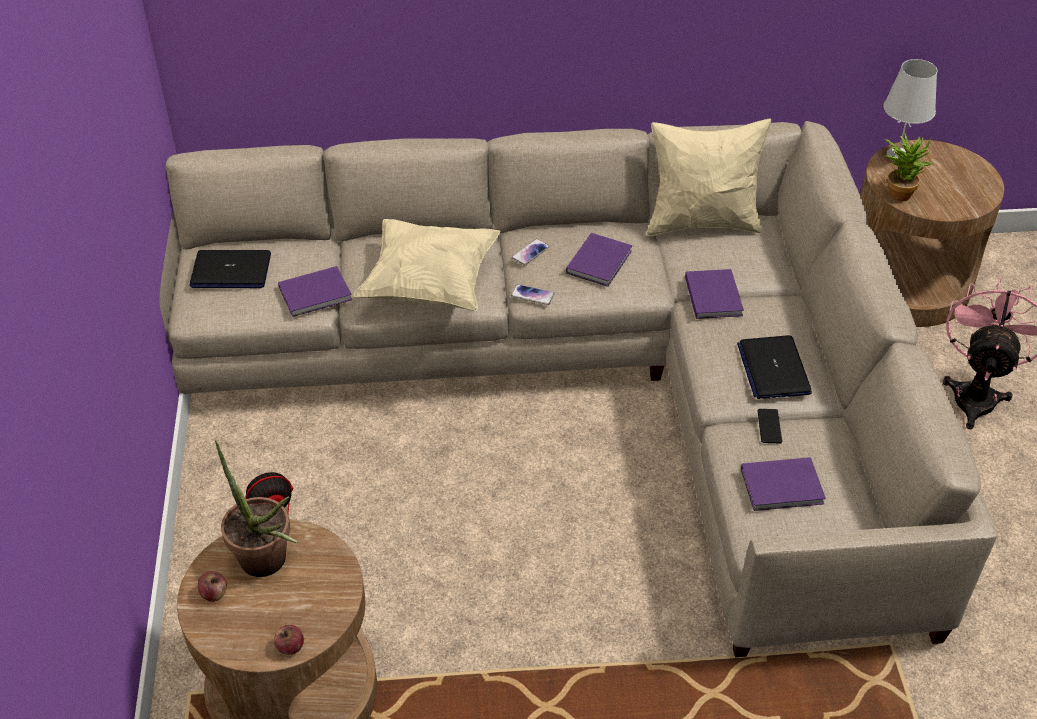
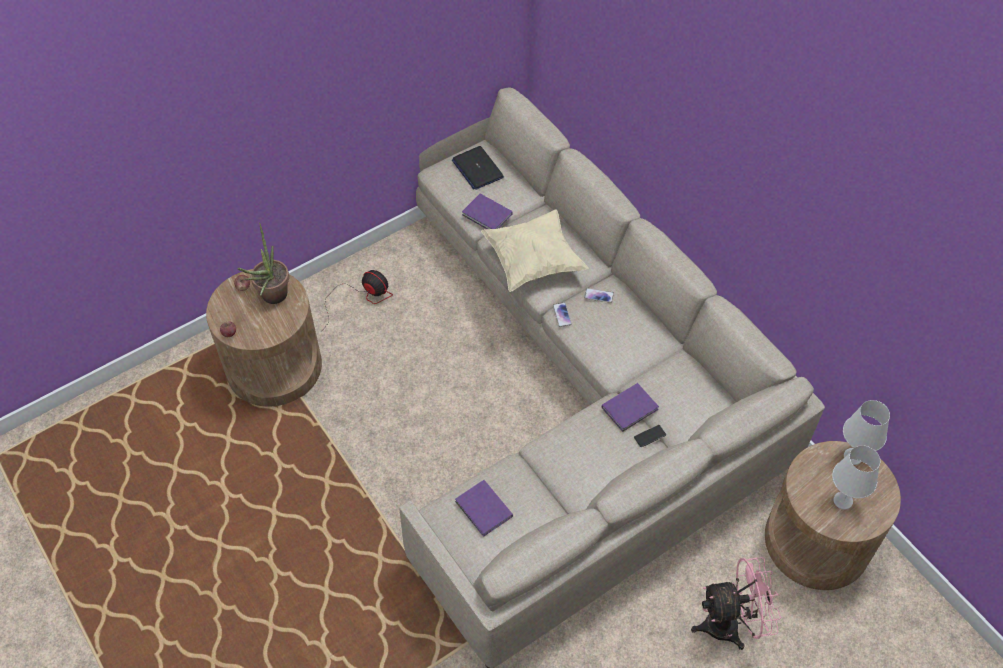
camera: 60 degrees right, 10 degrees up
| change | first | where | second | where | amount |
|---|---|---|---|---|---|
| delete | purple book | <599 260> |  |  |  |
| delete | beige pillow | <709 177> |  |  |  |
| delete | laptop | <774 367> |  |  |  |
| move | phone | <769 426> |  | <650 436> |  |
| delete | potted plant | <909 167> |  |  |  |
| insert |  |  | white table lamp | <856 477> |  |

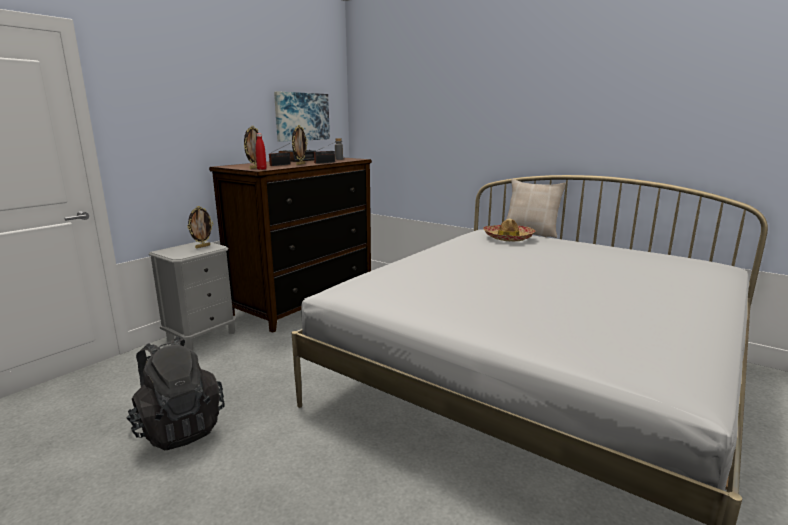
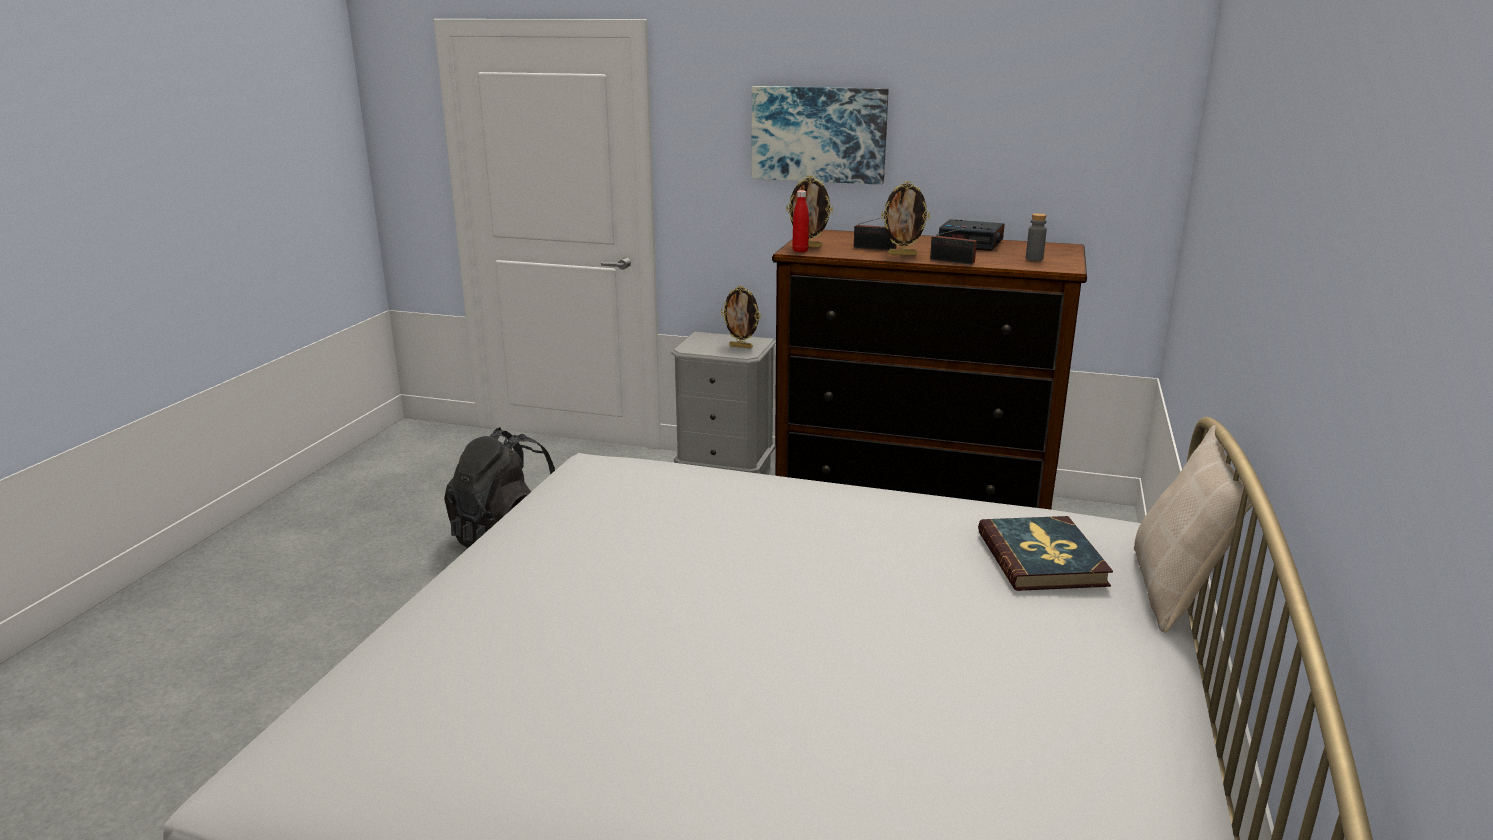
camera: 70 degrees right, 5 degrees up
| change | first | where | second | where | amount |
|---|---|---|---|---|---|
| move | picture | <302 116> |  | <820 135> |  |
| replace | hat | <509 229> | book | <1045 553> |  |

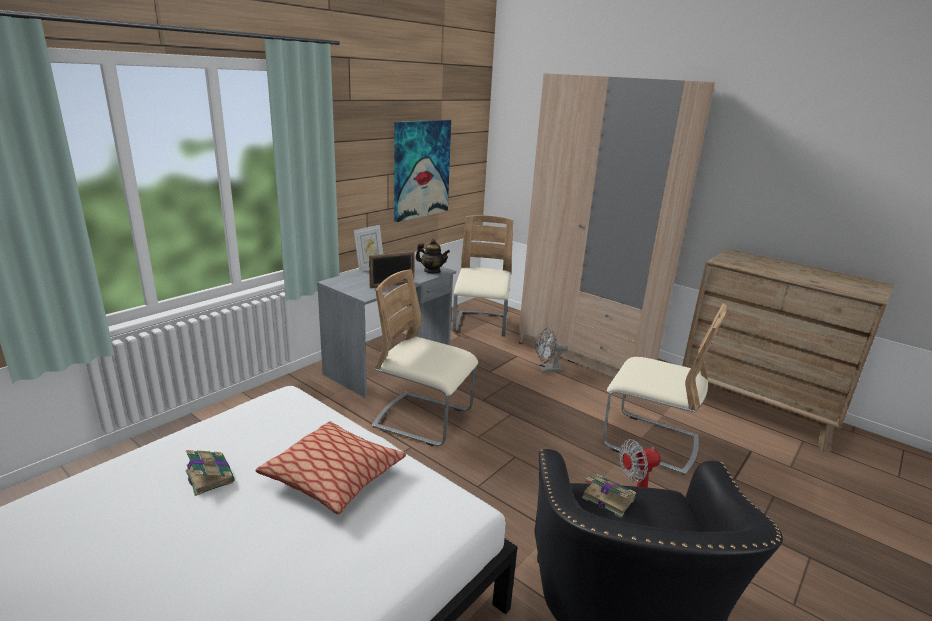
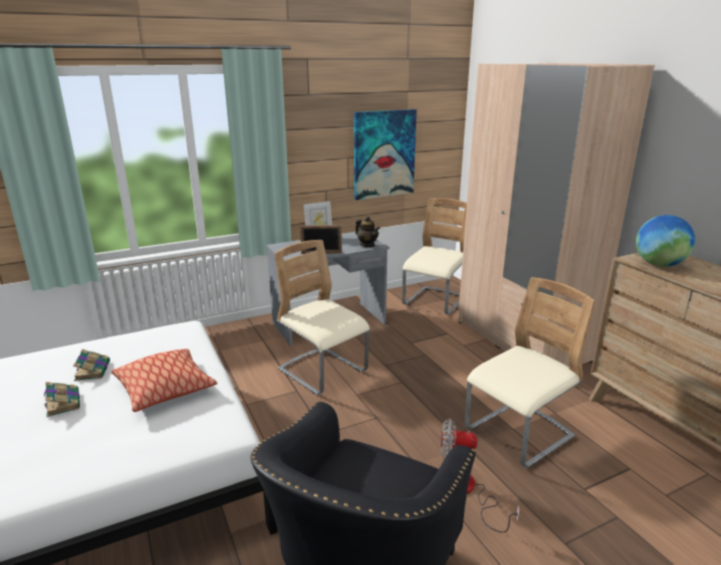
camera: 25 degrees right, 0 degrees up
| change | first | where | second | where | amount |
|---|---|---|---|---|---|
| delete | grey fan | <552 349> |  |  |  |
| move | book | <609 496> |  | <62 399> |  |
| rotate | beige chair | <665 389> |  | <530 372> | 90 degrees counterclockwise |
| insert |  |  | globe | <665 241> |  |

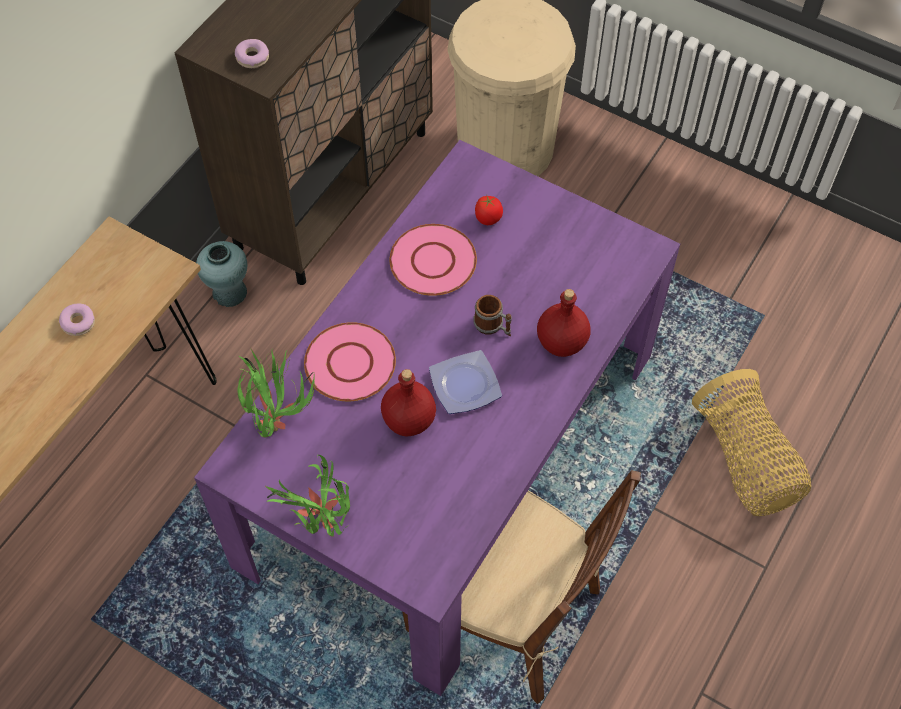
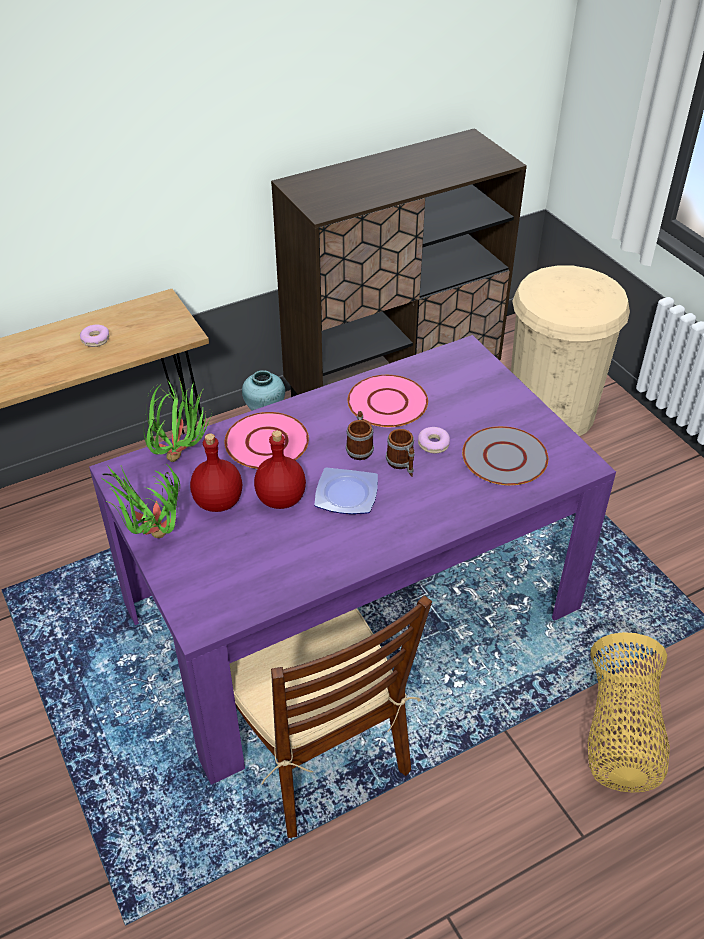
camera: 30 degrees right, 15 degrees down
| change | first | where | second | where | amount |
|---|---|---|---|---|---|
| move | donut | <252 53> |  | <434 440> |  |
| delete | tomato | <489 210> |  |  |  |
| move | red bottle | <564 323> |  | <216 472> |  |
| insert |  |  | mug | <360 435> |  |
| insert |  |  | grey plate | <505 455> |  |

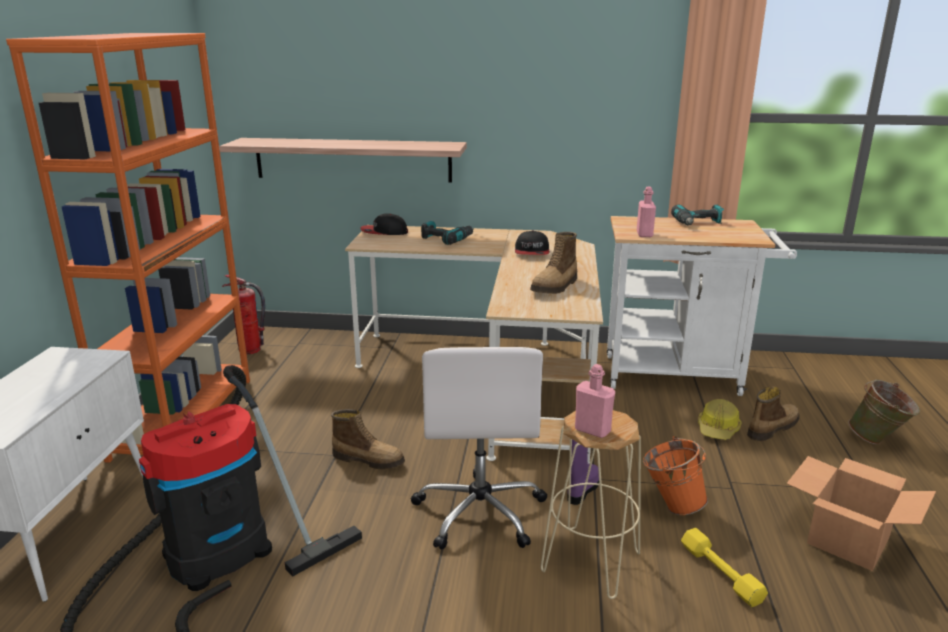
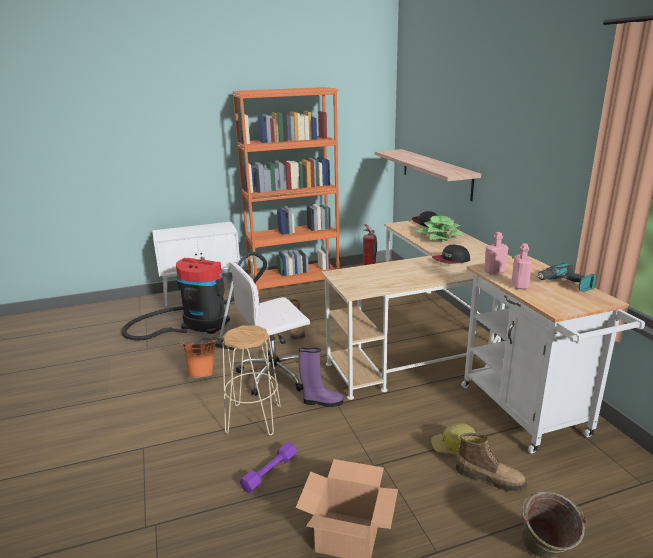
camera: 65 degrees right, 0 degrees up
| change | first | where | second | where | amount |
|---|---|---|---|---|---|
| replace | power drill | <447 233> | potted plant | <439 229> |  |
| delete | boot | <553 263> |  |  |  |
| move | pink bottle | <595 401> |  | <522 266> |  |
| move | orange bucket | <675 475> |  | <198 359> |  |
| recolor | yellow dumbbell | <724 567> | purple dumbbell | <268 467> |  |

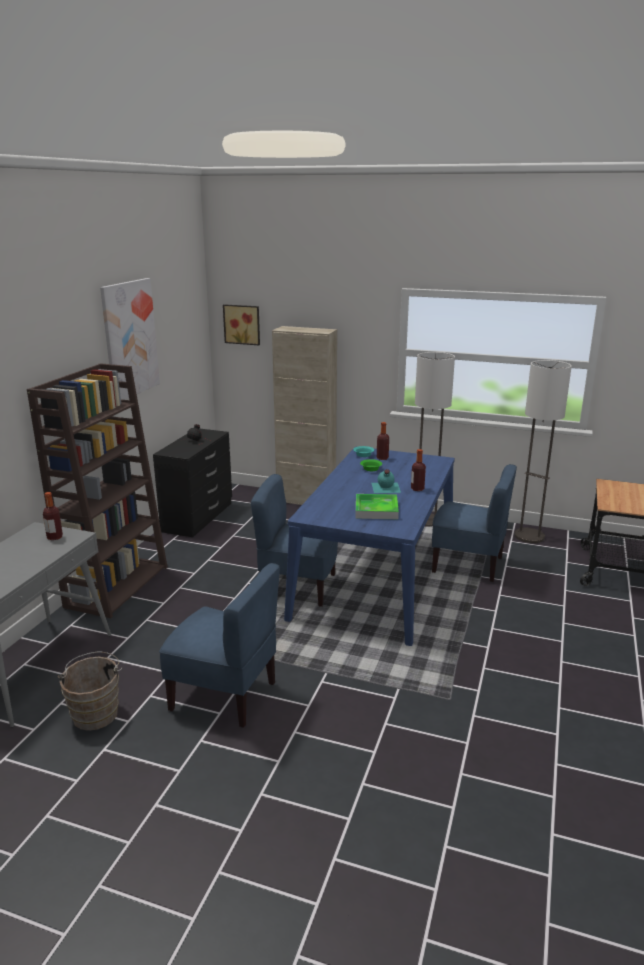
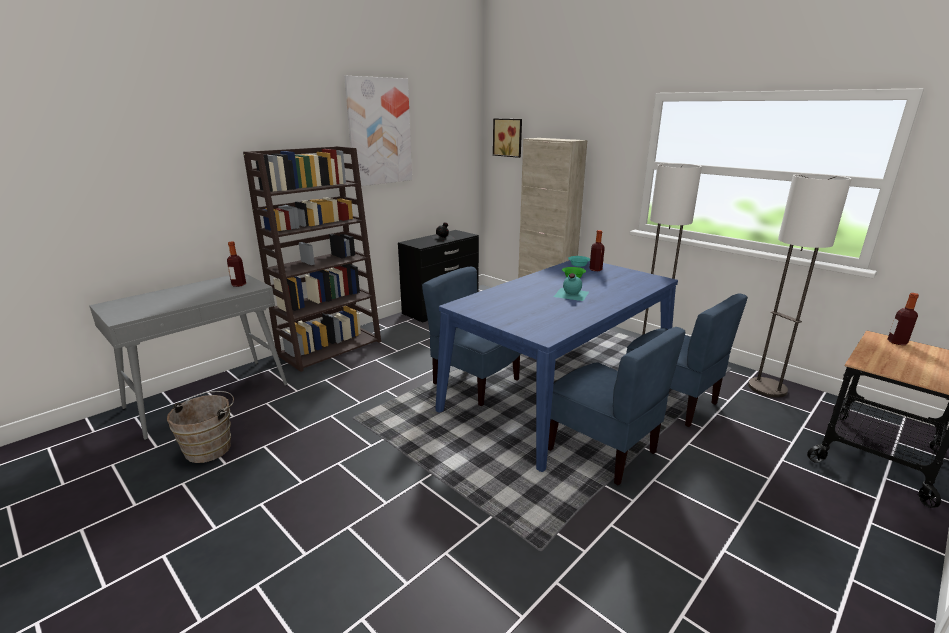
camera: 25 degrees right, 0 degrees up
| change | first | where | second | where | amount |
|---|---|---|---|---|---|
| move | blue chair | <219 645> |  | <617 406> |  |
| delete | tray | <377 506> |  |  |  |
| move | bottle | <418 470> |  | <903 319> |  |

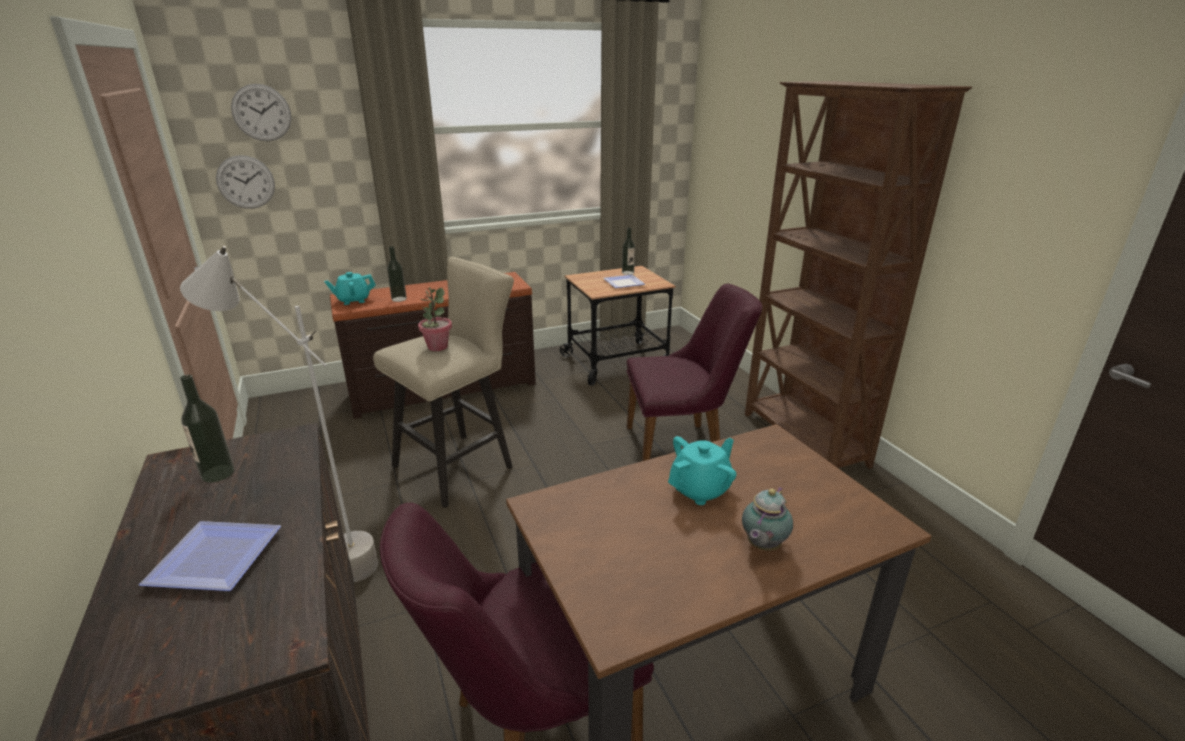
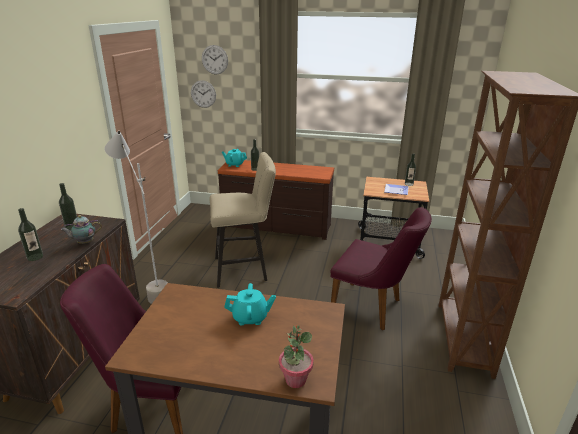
camera: 35 degrees right, 0 degrees up
| change | first | where | second | where | amount |
|---|---|---|---|---|---|
| replace | plate | <210 556> | bottle | <30 234> |  |
| move | potted plant | <435 319> |  | <296 356> |  |
| move | teapot | <767 519> |  | <81 229> |  |

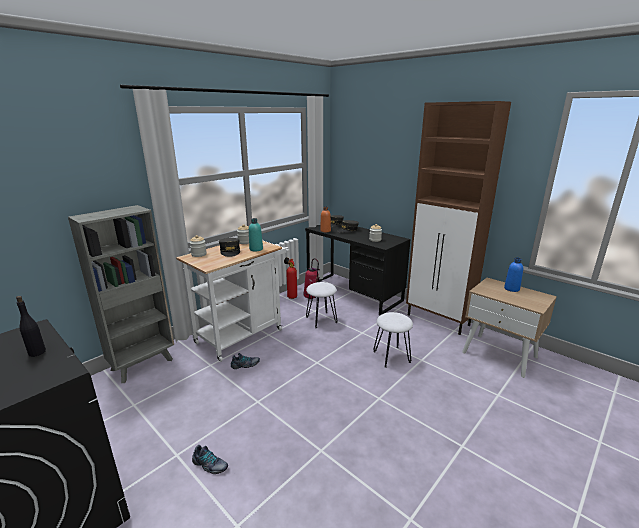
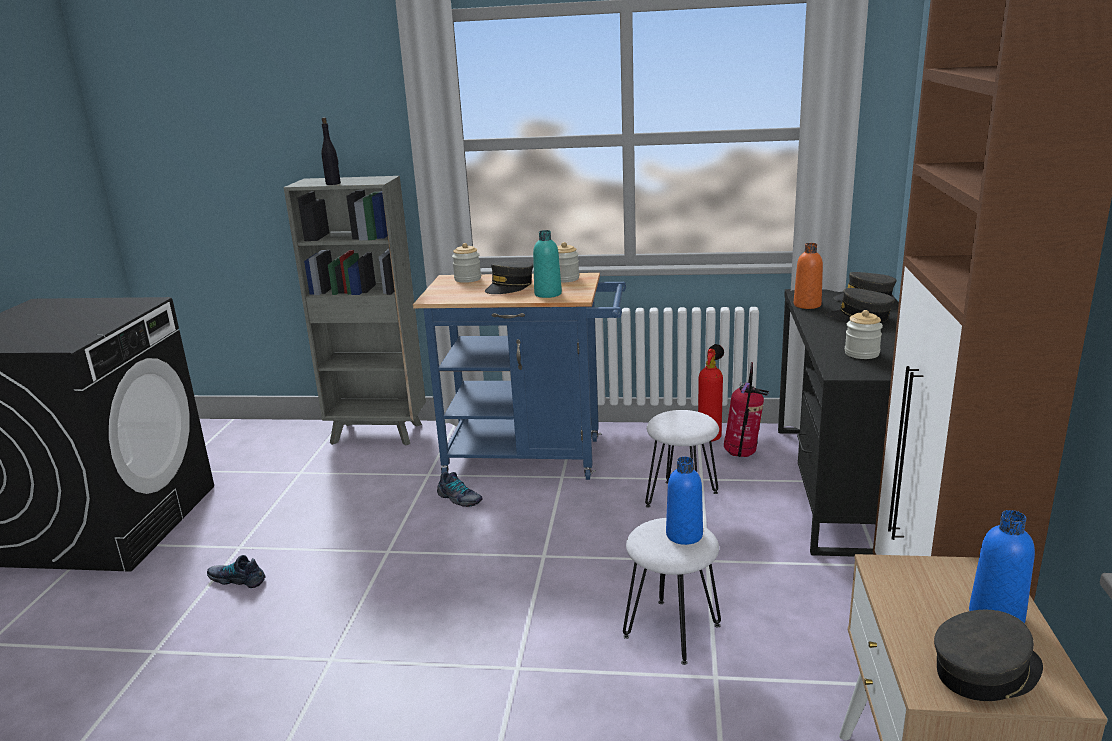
camera: 55 degrees right, 0 degrees up
| change | first | where | second | where | amount |
|---|---|---|---|---|---|
| move | black bottle | <31 326> |  | <331 151> |  |
| recolor | white cart | <232 300> | blue cart | <519 376> |  |
| rotate | shoe | <210 459> |  | <236 571> | 120 degrees clockwise |
| insert |  |  | blue bottle | <684 501> |  |
| insert |  |  | grey cap | <988 655> |  |

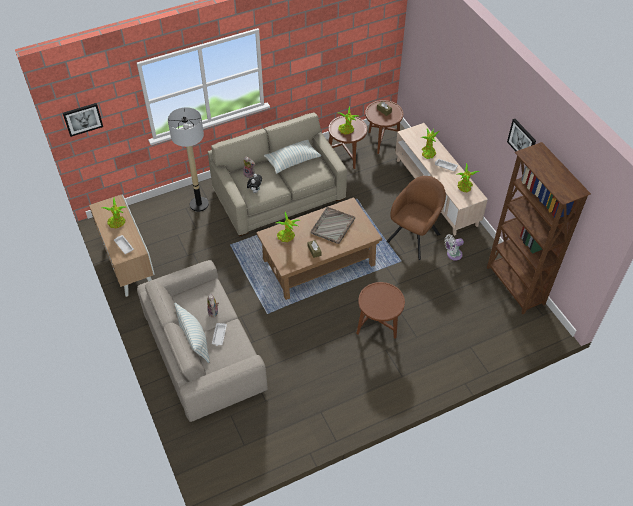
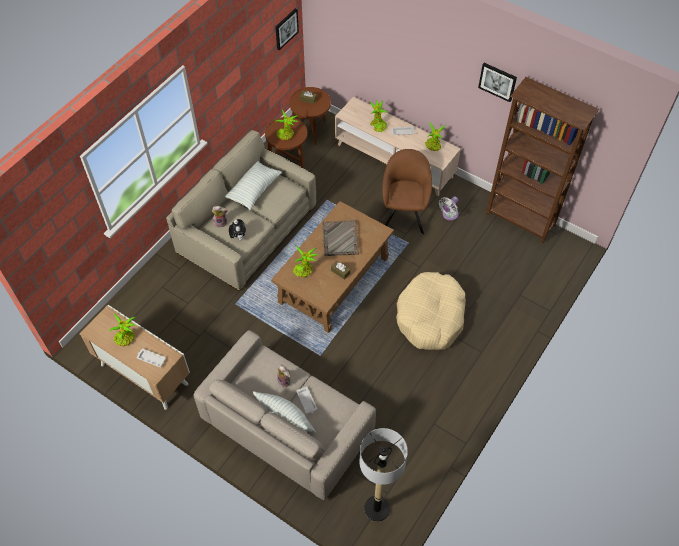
camera: 30 degrees left, 5 degrees up
| change | first | where | second | where | amount |
|---|---|---|---|---|---|
| move | picture | <83 120> |  | <287 29> |  |
| move | floor lamp | <188 159> |  | <384 475> |  |
| replace | brown side table | <380 310> | beige dog bed | <431 311> |  |

